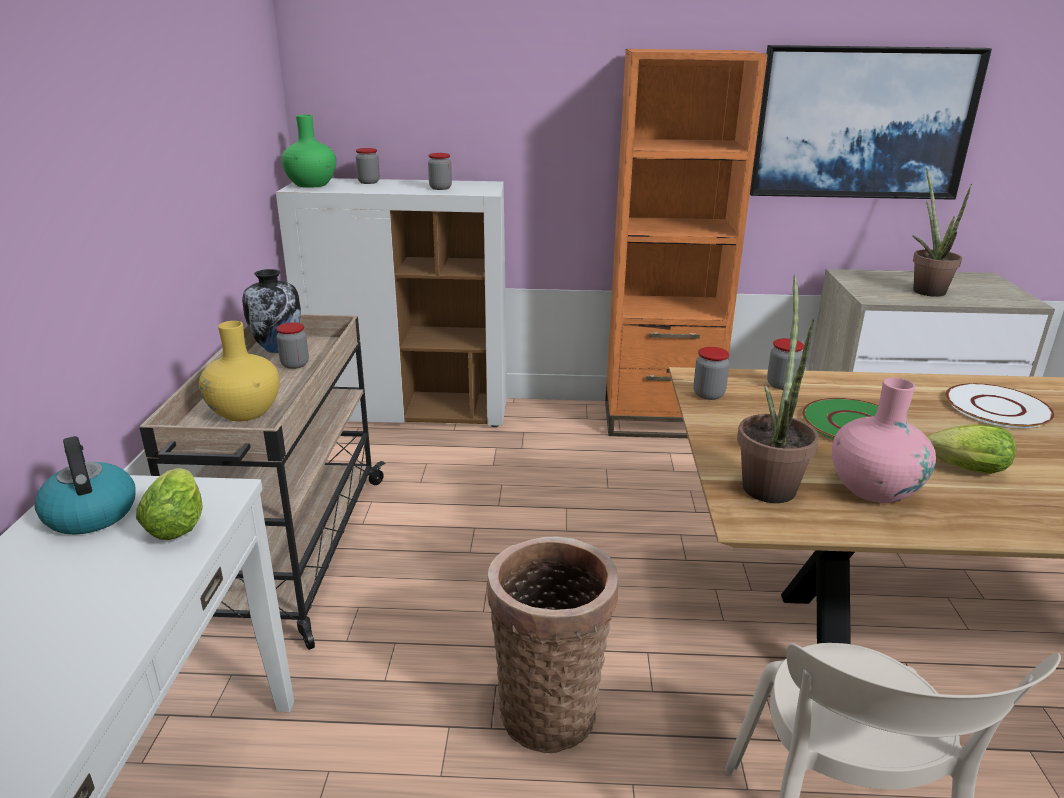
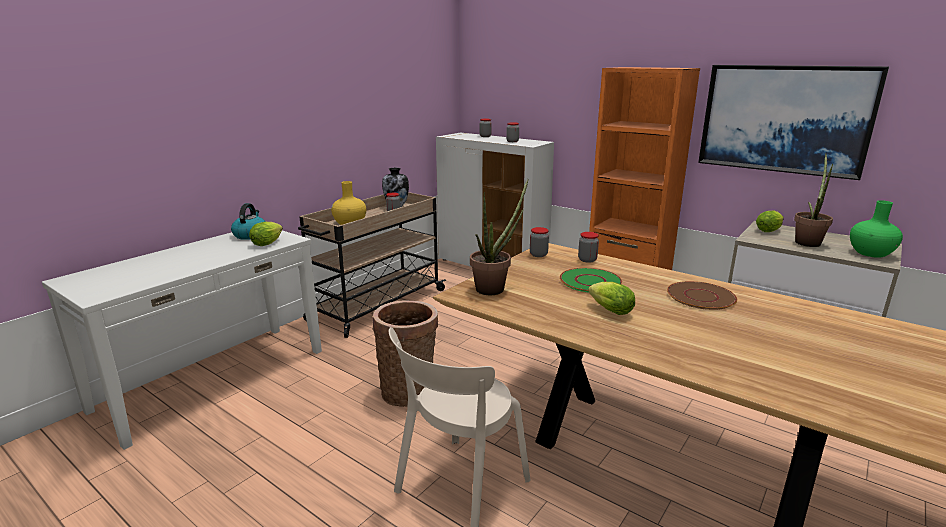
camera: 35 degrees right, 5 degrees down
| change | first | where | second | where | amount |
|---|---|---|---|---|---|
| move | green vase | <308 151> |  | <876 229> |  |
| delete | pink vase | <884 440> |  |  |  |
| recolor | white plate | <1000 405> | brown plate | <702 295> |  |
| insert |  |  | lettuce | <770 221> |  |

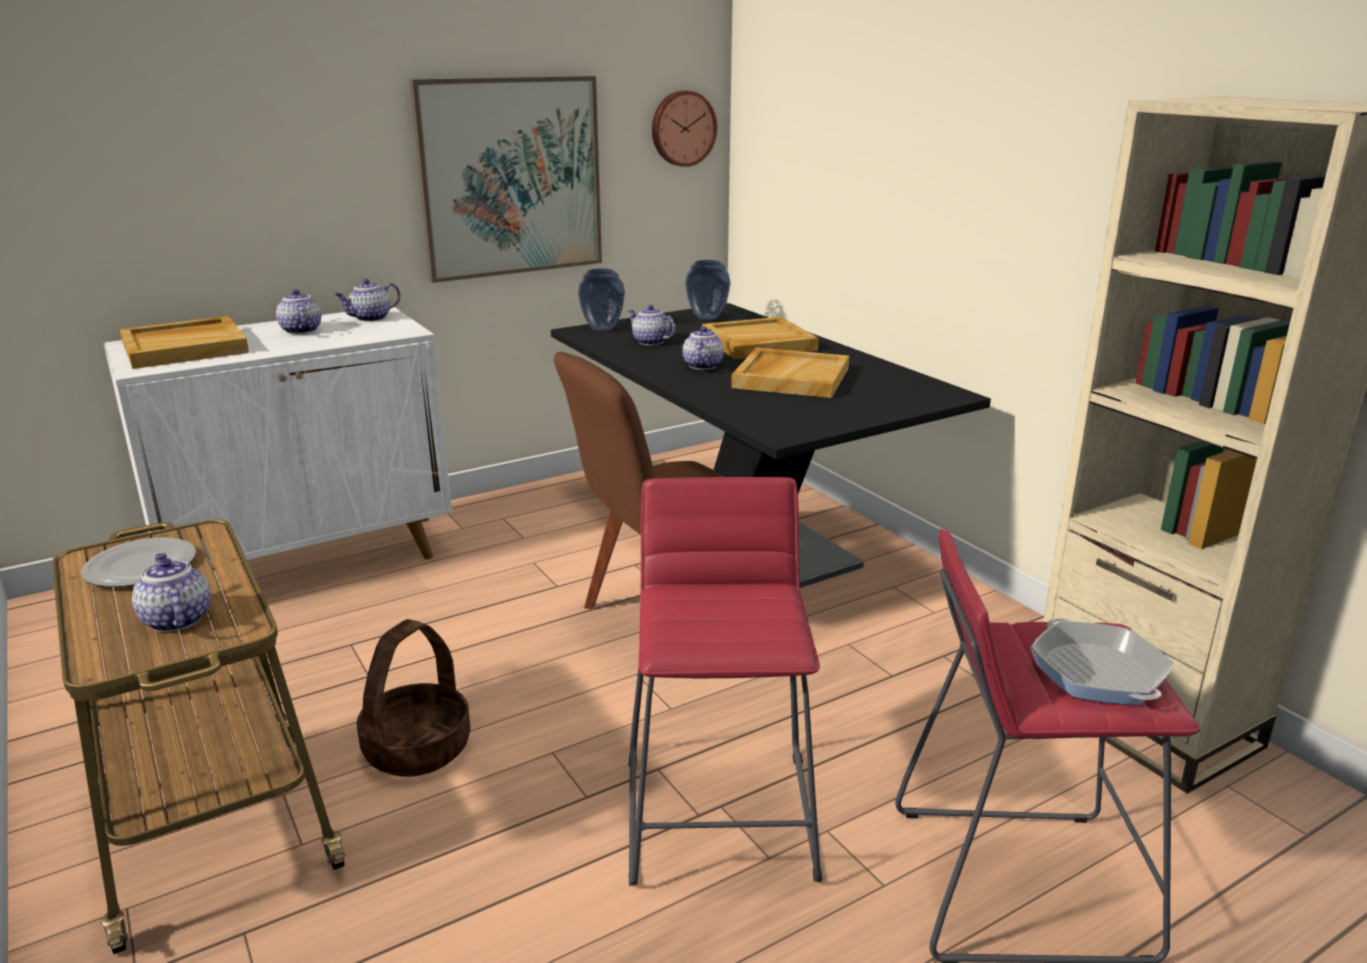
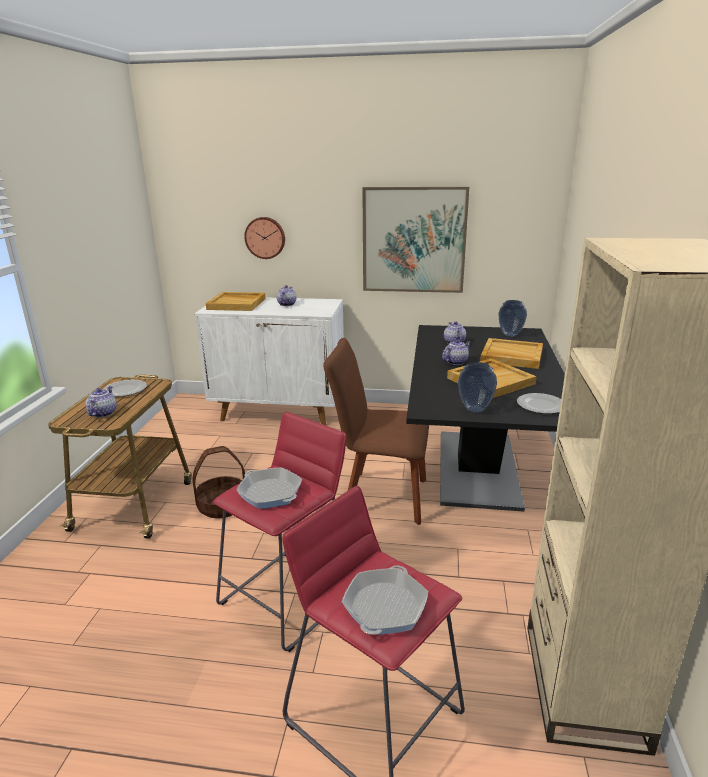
camera: 40 degrees right, 0 degrees up
| change | first | where | second | where | amount |
|---|---|---|---|---|---|
| delete | teapot | <368 300> |  |  |  |
| move | vase | <601 300> |  | <477 387> |  |
| move | wall clock | <684 128> |  | <264 238> |  |
| insert |  |  | frying pan | <269 488> |  |
| insert |  |  | plate | <539 403> |  |

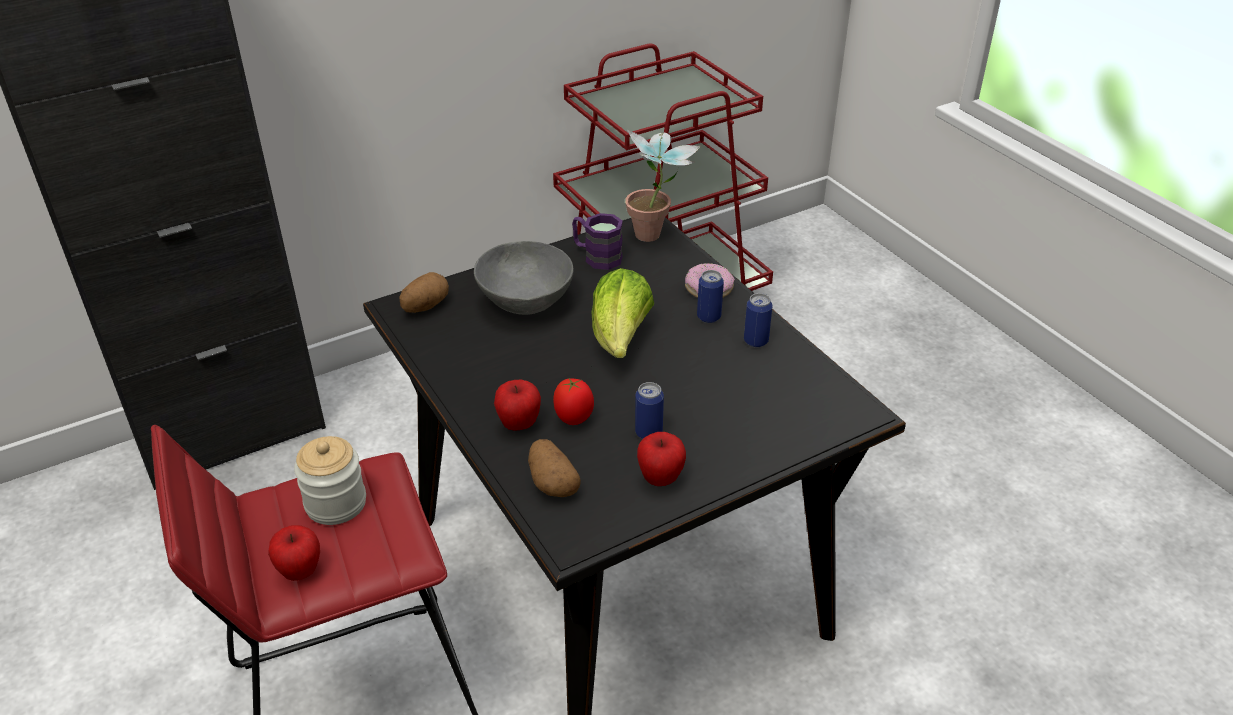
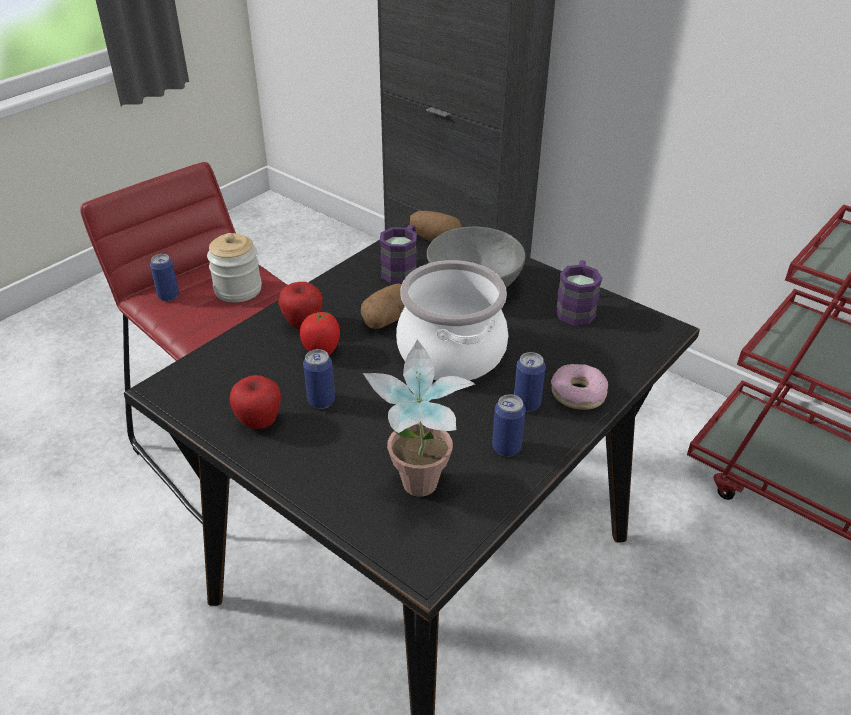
camera: 70 degrees right, 0 degrees up
| change | first | where | second | where | amount |
|---|---|---|---|---|---|
| replace | apple | <294 553> | can | <164 277> |  |
| move | potato | <554 468> |  | <383 306> |  |
| replace | lettuce | <623 313> | cooking pot | <452 320> |  |
| move | potted plant | <663 185> |  | <419 418> |  |
| insert |  |  | purple mug | <398 254> |  |

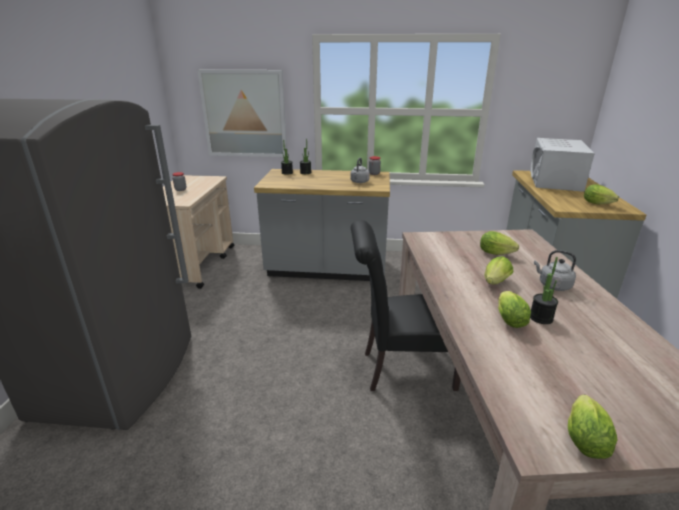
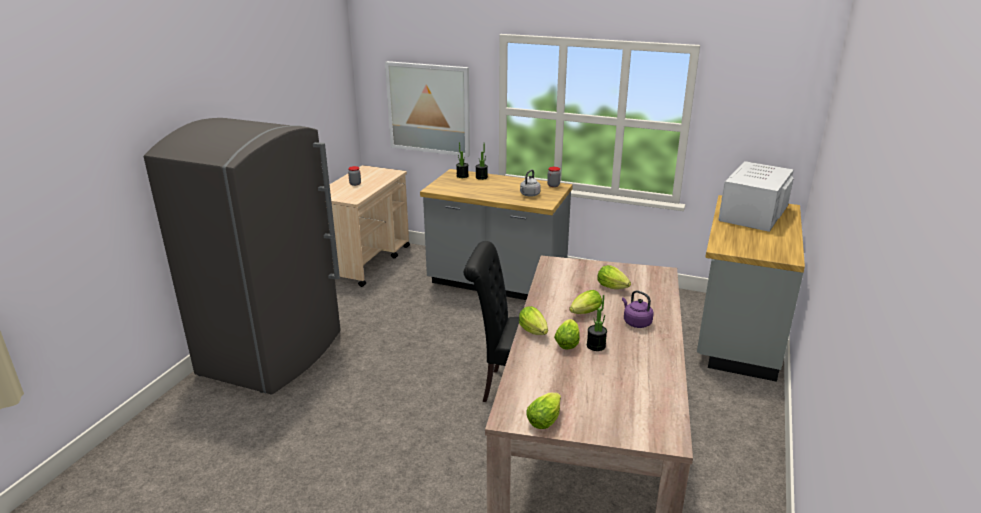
camera: 15 degrees right, 0 degrees up
| change | first | where | second | where | amount |
|---|---|---|---|---|---|
| recolor | grey kettle | <555 270> | purple kettle | <638 309> |  |
| move | lettuce | <601 194> |  | <533 320> |  |

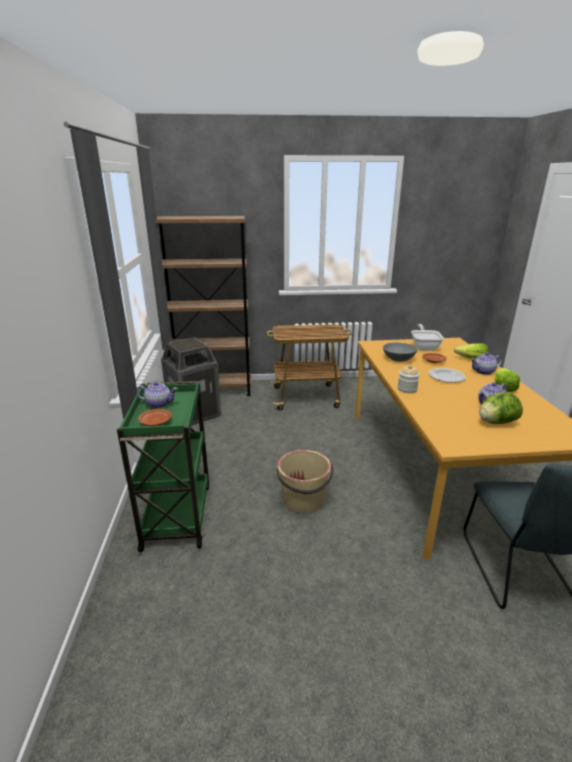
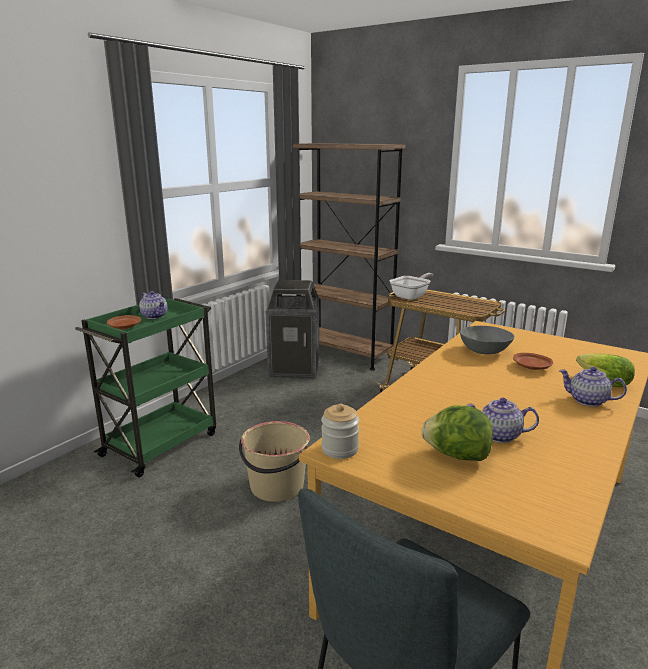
camera: 40 degrees right, 5 degrees down
| change | first | where | second | where | amount |
|---|---|---|---|---|---|
| move | jar | <408 379> |  | <340 431> |  |
| move | frying pan | <427 337> |  | <412 286> |  |
| delete | plate | <447 375> |  |  |  |
| delete | lettuce | <507 380> |  |  |  |

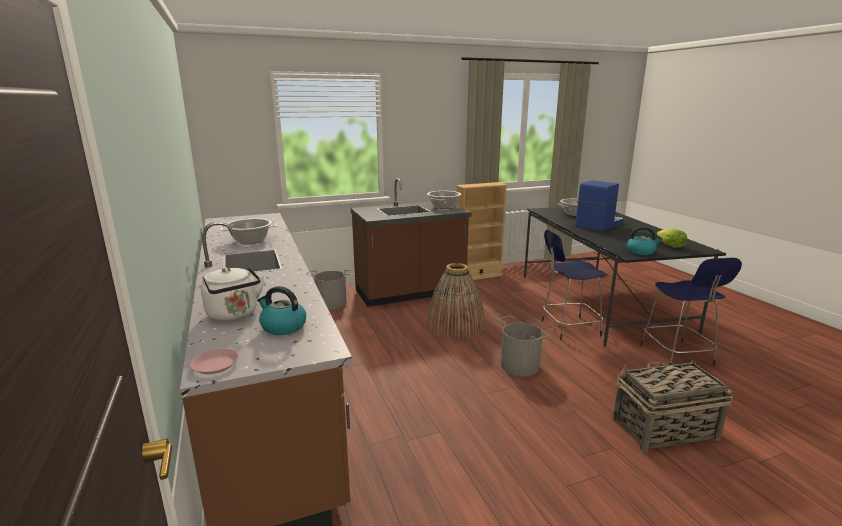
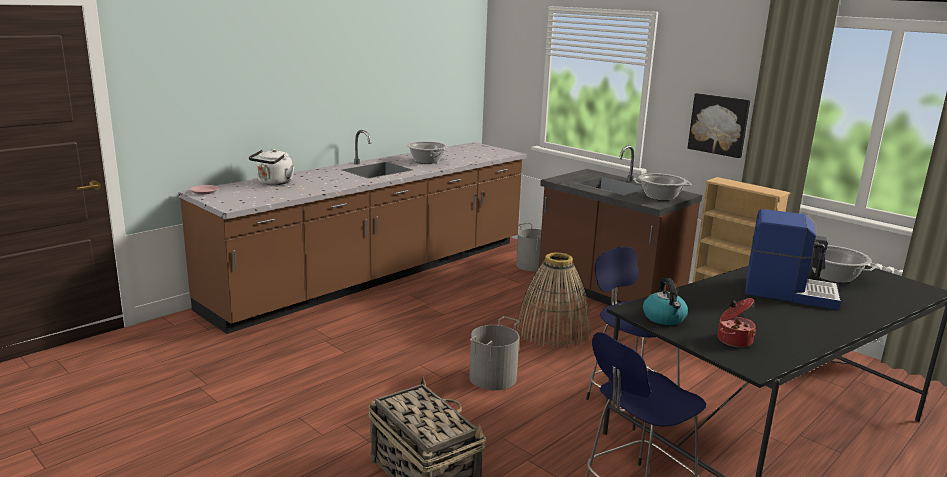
camera: 65 degrees right, 0 degrees up
| change | first | where | second | where | amount |
|---|---|---|---|---|---|
| delete | kettle | <281 310> |  |  |  |
| replace | lettuce | <671 238> | cooking pot | <736 322> |  |
| insert |  |  | picture | <719 125> |  |

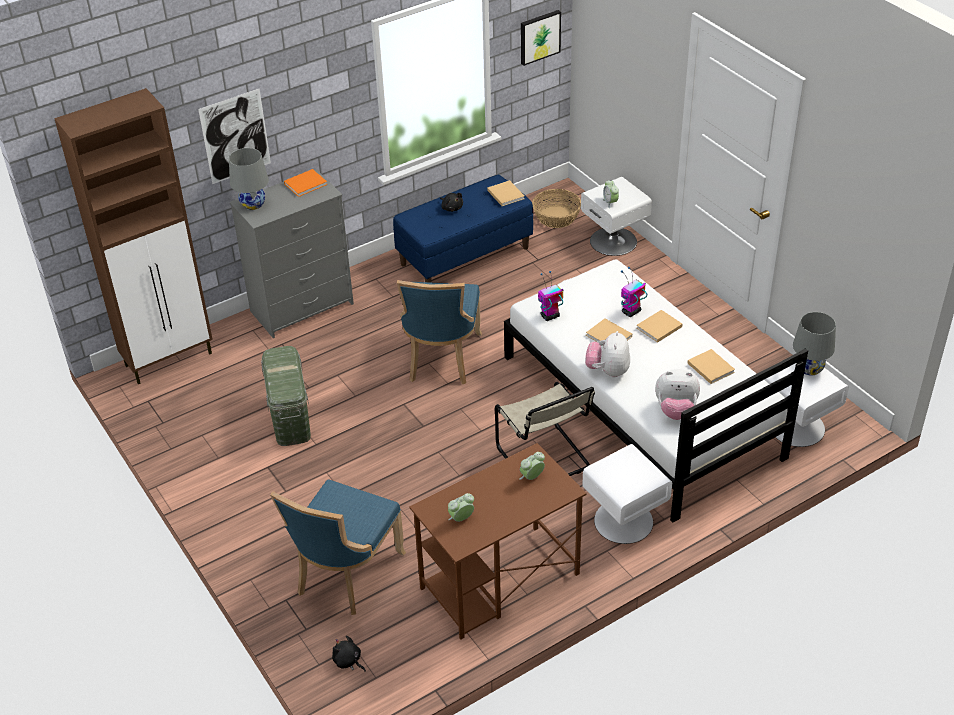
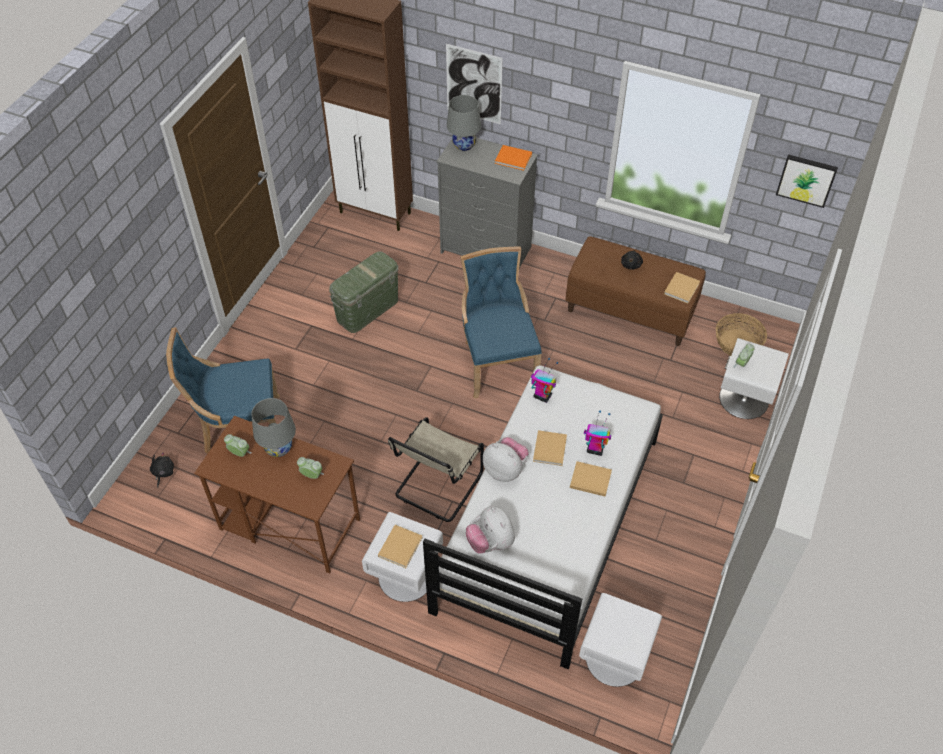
camera: 55 degrees right, 10 degrees up
| change | first | where | second | where | amount |
|---|---|---|---|---|---|
| recolor | blue bench | <463 229> | brown bench | <636 291> |  |
| rotate | blue chair | <439 332> |  | <501 323> | 105 degrees clockwise |
| rotate | plush toy | <607 354> |  | <506 459> | 60 degrees clockwise |
| move | beige book | <711 366> |  | <400 546> |  |
| move | grey table lamp | <814 344> |  | <273 427> |  |

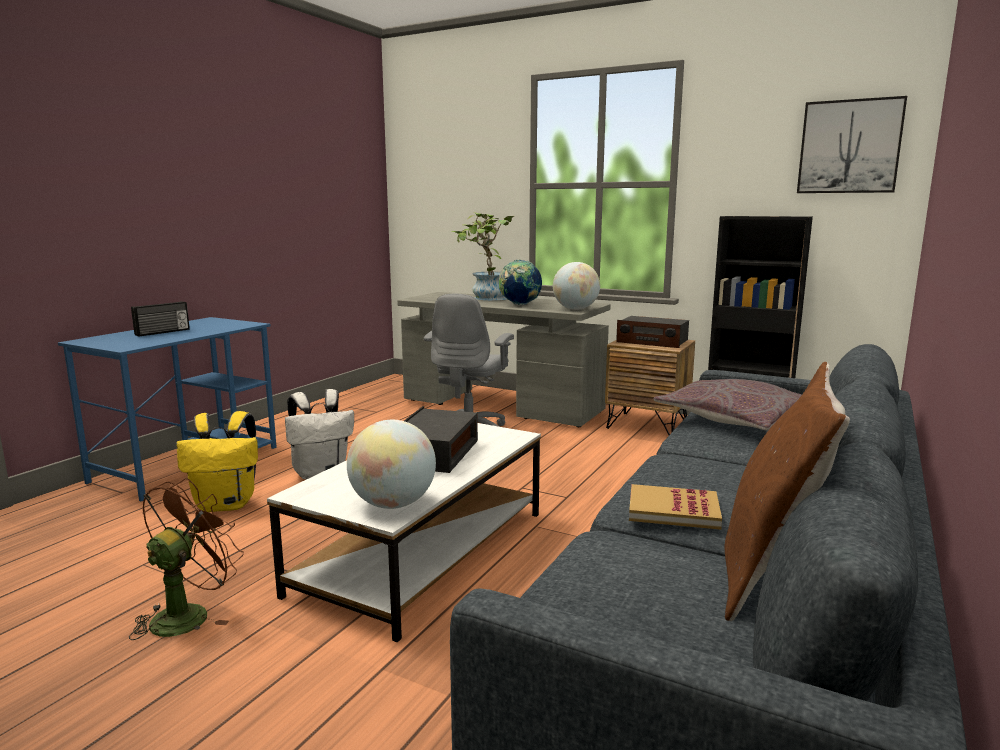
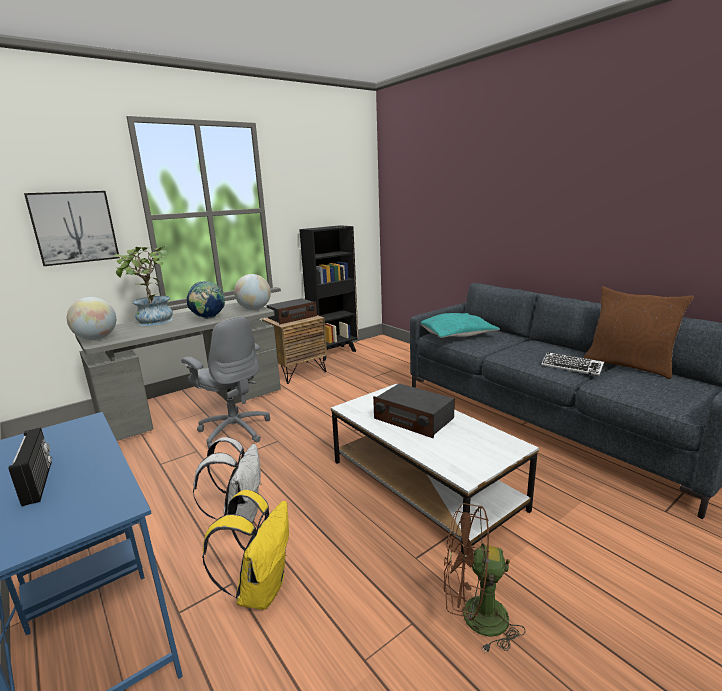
camera: 65 degrees left, 5 degrees up
| change | first | where | second | where | amount |
|---|---|---|---|---|---|
| rotate | brown fan | <186 559> |  | <484 578> | 45 degrees counterclockwise |
| move | globe | <391 464> |  | <91 318> |  |
| replace | book | <675 507> | keyboard | <572 364> |  |
| recolor | grey pillow | <727 404> | turquoise pillow | <460 325> |  |
| move | picture | <852 144> |  | <72 228> |  |

